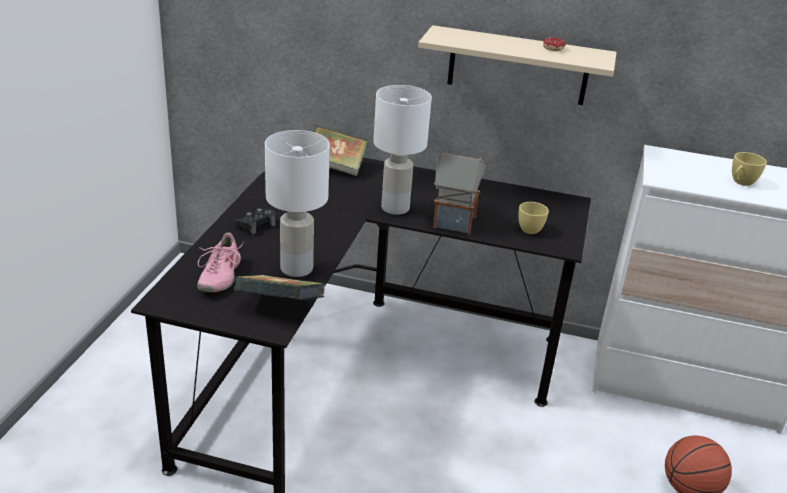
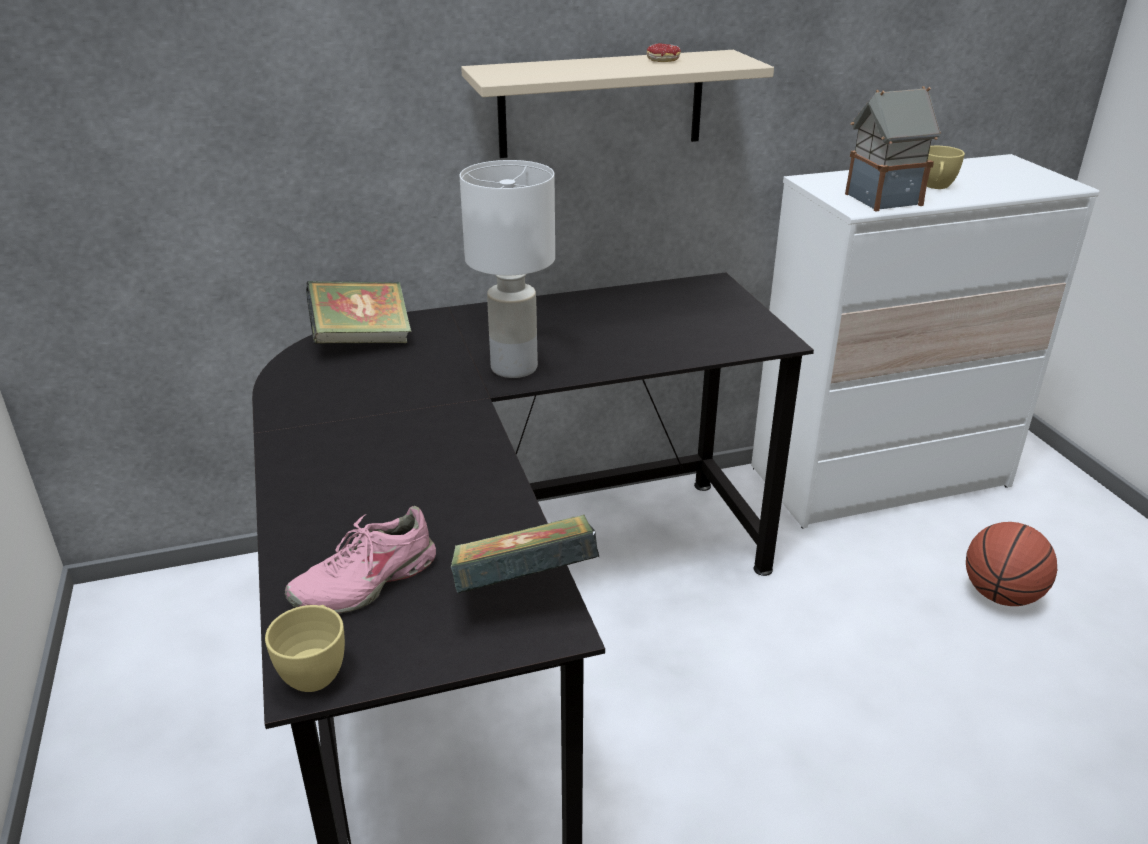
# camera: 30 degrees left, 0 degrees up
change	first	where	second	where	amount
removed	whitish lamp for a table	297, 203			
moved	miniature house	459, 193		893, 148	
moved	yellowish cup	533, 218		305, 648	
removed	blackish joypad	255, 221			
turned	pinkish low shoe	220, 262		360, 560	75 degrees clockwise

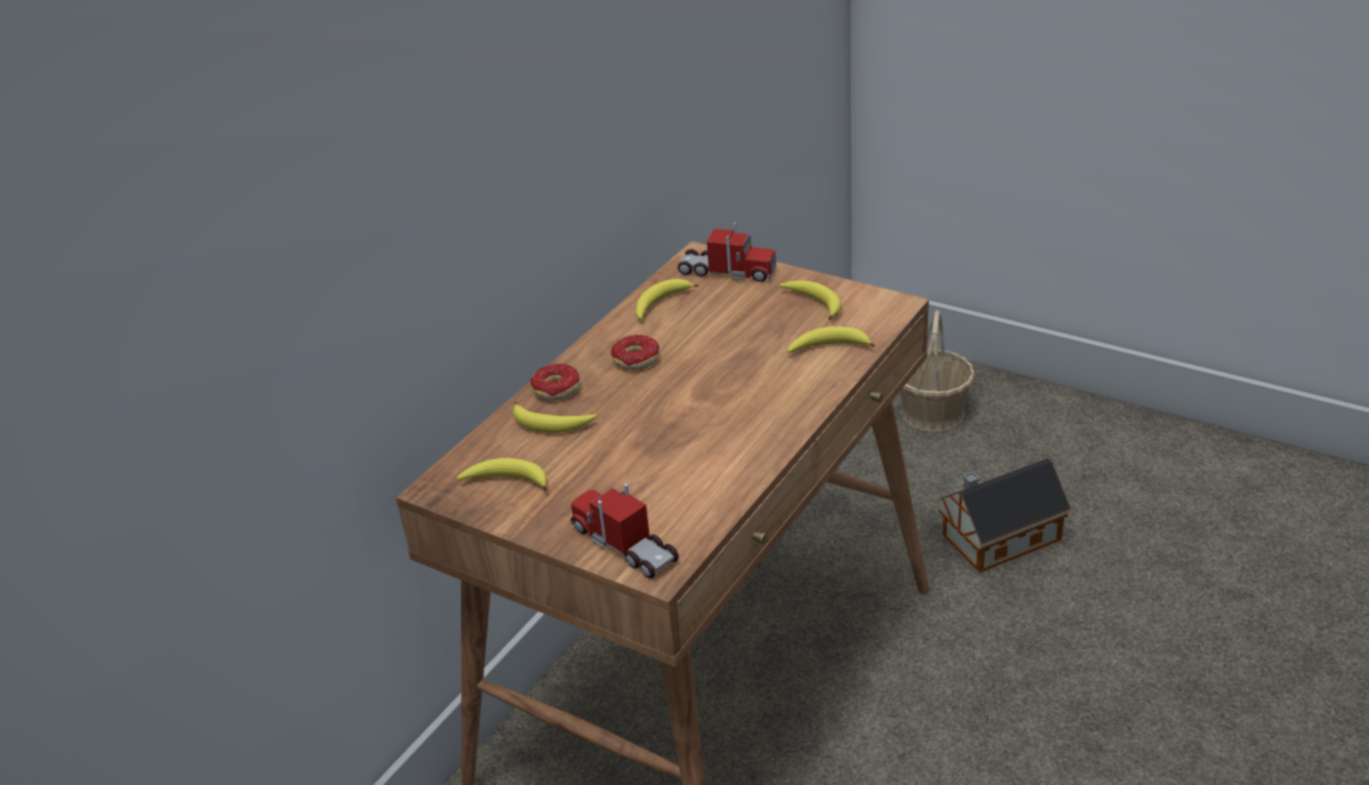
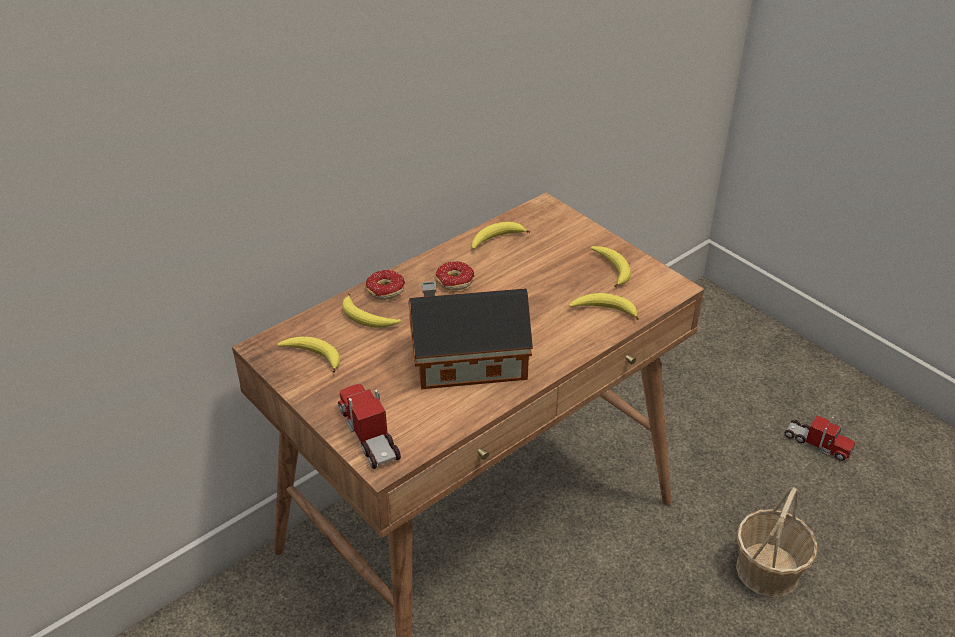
# camera: 15 degrees right, 5 degrees up
change	first	where	second	where	amount
moved	model truck	727, 252		820, 438	
moved	household basket	937, 371		776, 542	
moved	miniature house	1004, 515		470, 335	

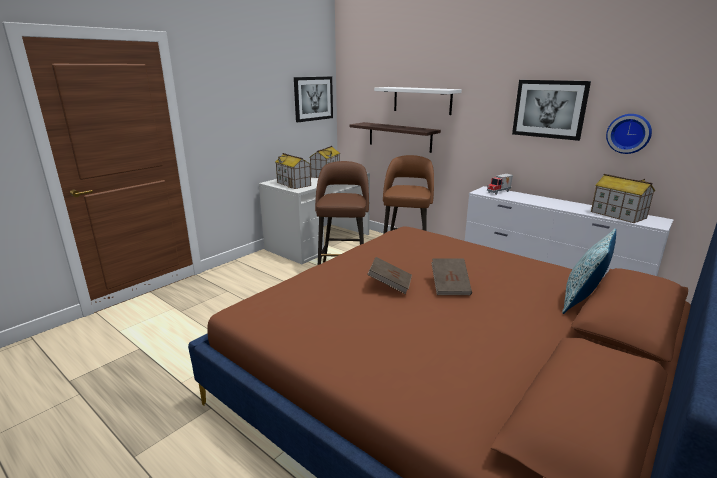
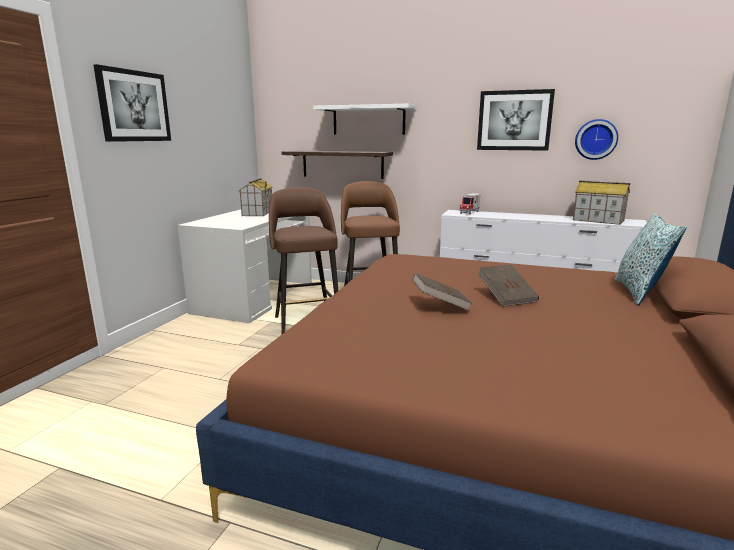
# camera: 20 degrees left, 5 degrees down
change	first	where	second	where	amount
moved	wall art	313, 99		132, 103	
removed	miniature house	293, 171			

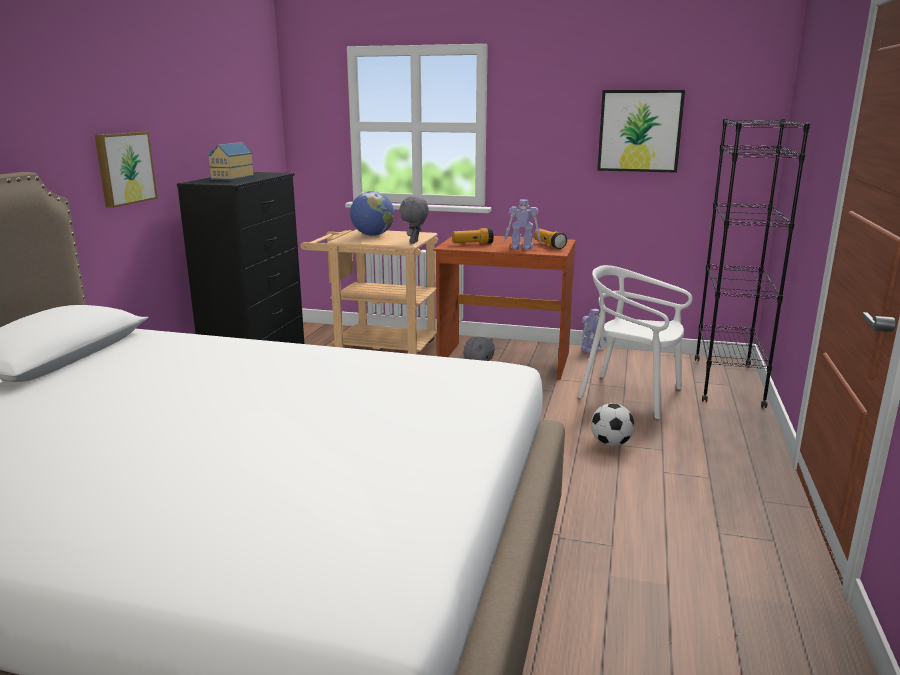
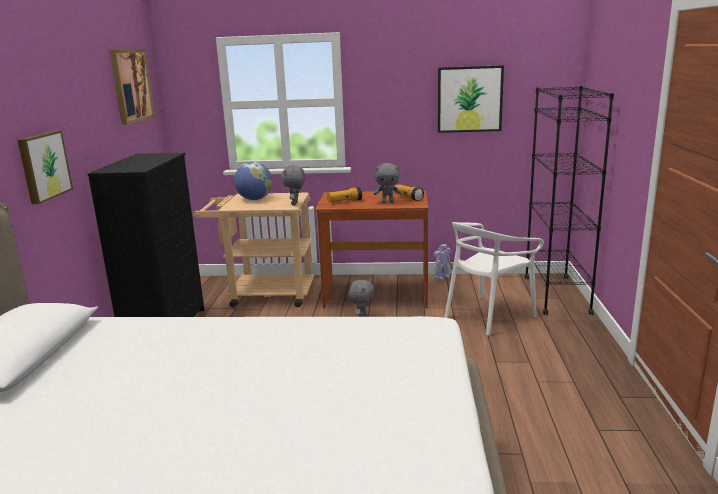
# camera: 10 degrees left, 0 degrees up
change	first	where	second	where	amount
removed	miniature house	231, 161			
replaced	robot figure	522, 225	gray soft toy	388, 183	
turned	whitish upright chair	635, 342		494, 279	60 degrees counterclockwise
removed	football	613, 424			
added			wall art	132, 87	

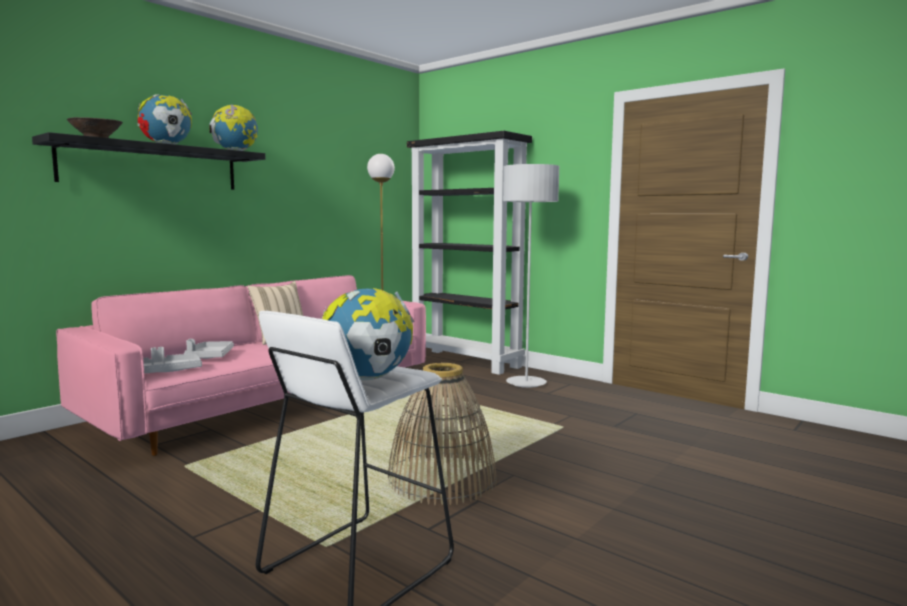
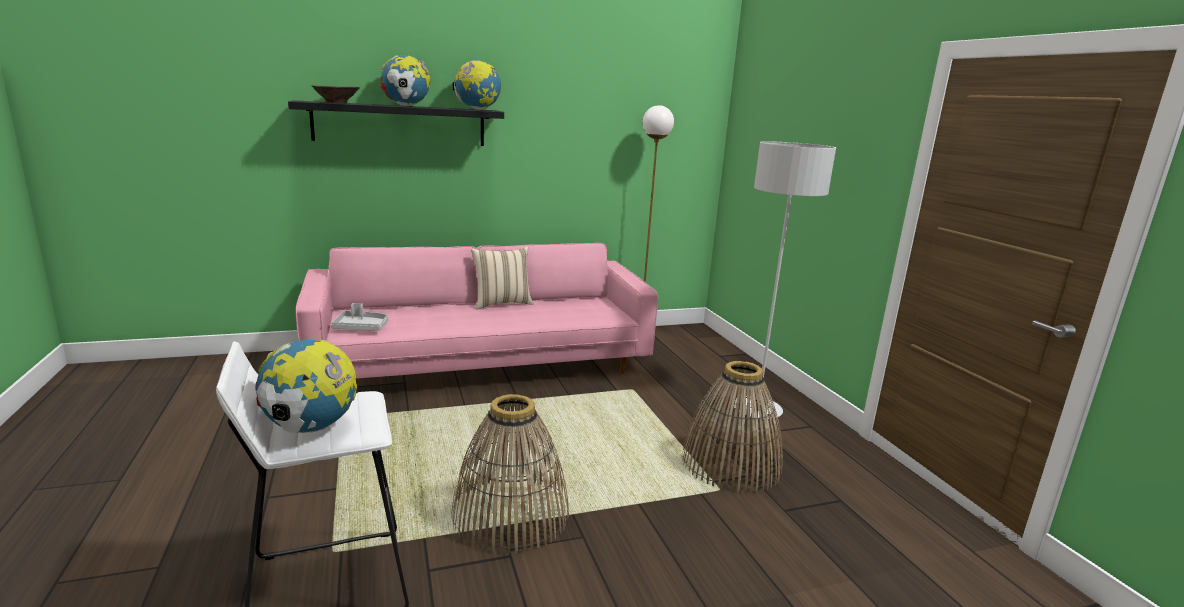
# camera: 30 degrees right, 10 degrees up
change	first	where	second	where	amount
removed	blackish bookshelf	469, 253			
removed	gray carrying tray	209, 349			
added			household basket	732, 427	

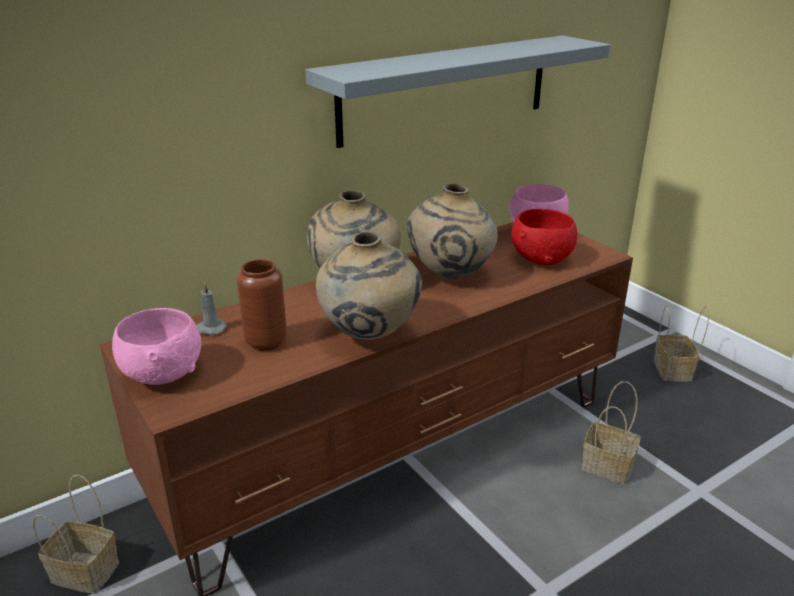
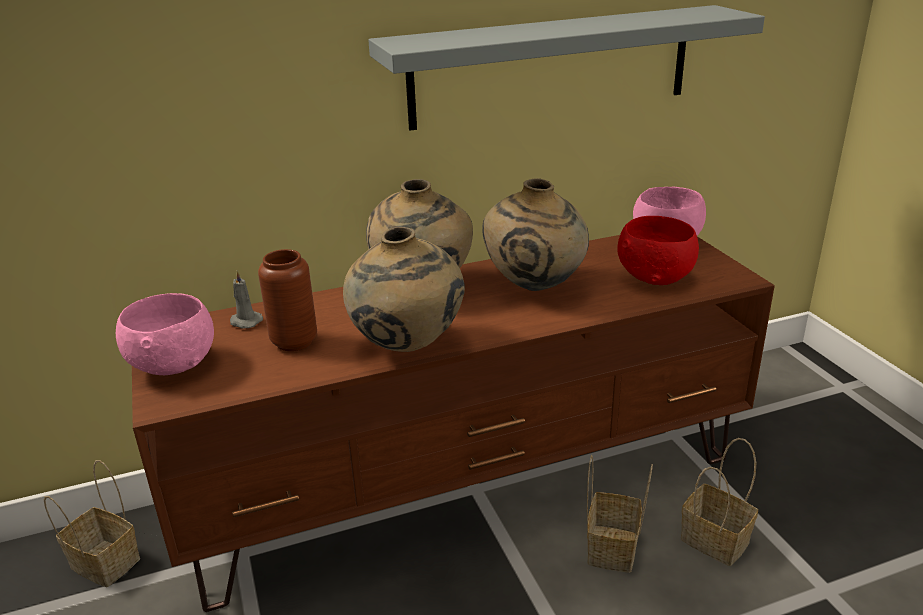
# camera: 15 degrees right, 0 degrees up
change	first	where	second	where	amount
moved	household basket	681, 343		620, 514	

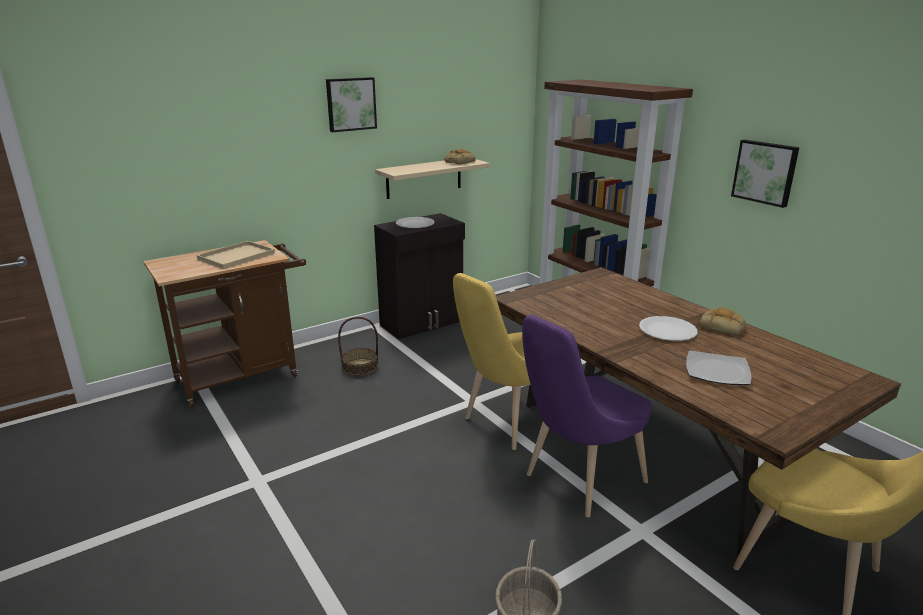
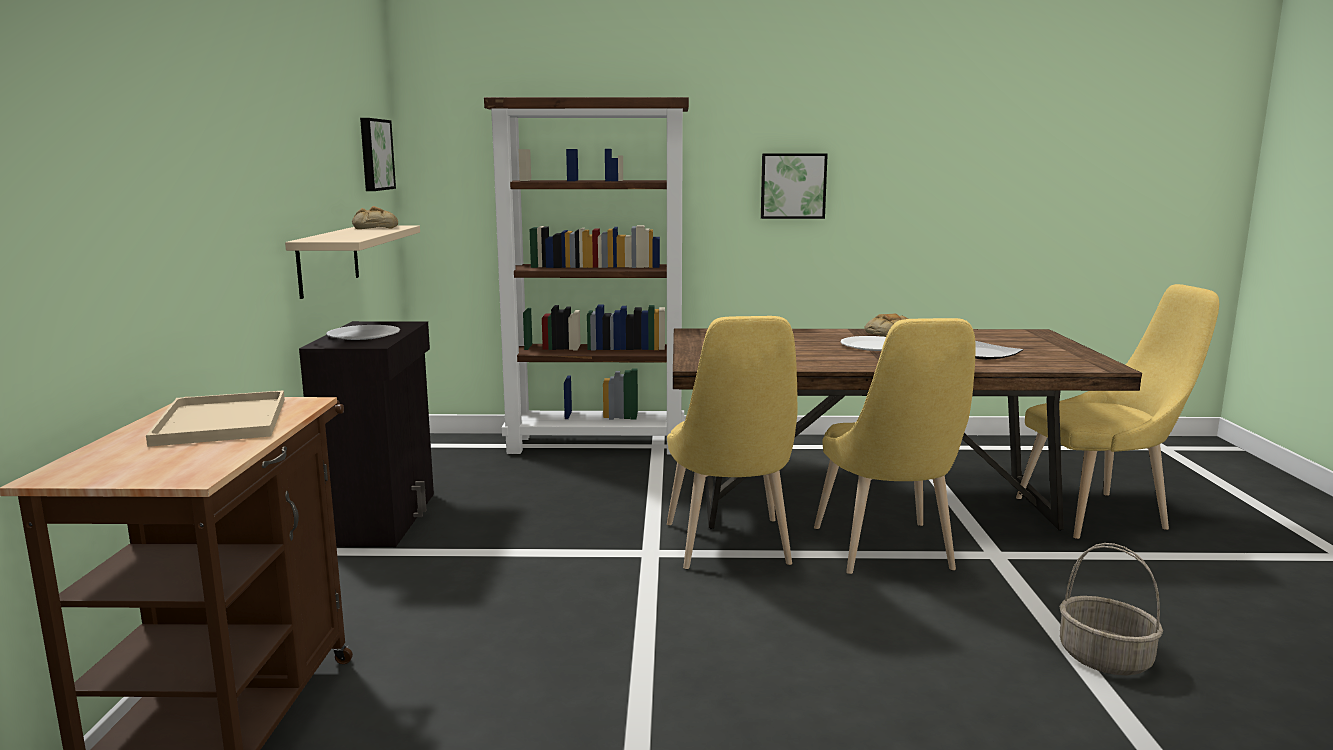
# camera: 55 degrees left, 10 degrees down
change	first	where	second	where	amount
moved	wall art	351, 104		378, 154	
recoloured	purplish upright chair	587, 416	yellowish upright chair	895, 446	
removed	household basket	358, 346			

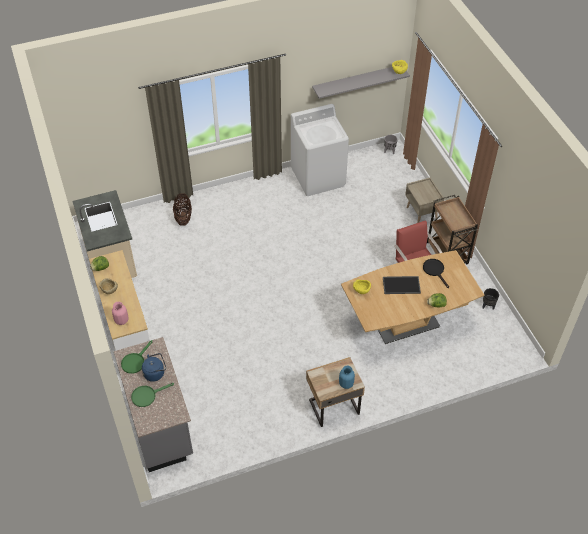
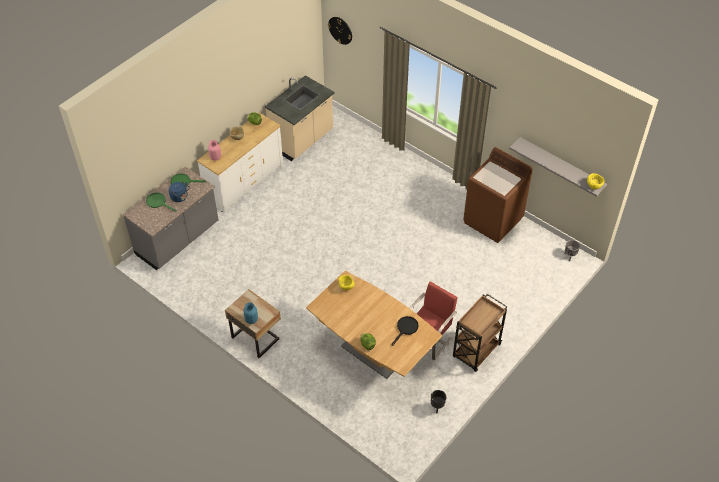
# camera: 60 degrees right, 0 degrees up
change	first	where	second	where	amount
recoloured	whitish laundry machine	320, 150	brown laundry machine	498, 195	
removed	beige nightstand	424, 200			
removed	household basket	182, 210			
removed	carrying tray	402, 285			
added			wall clock	340, 31	

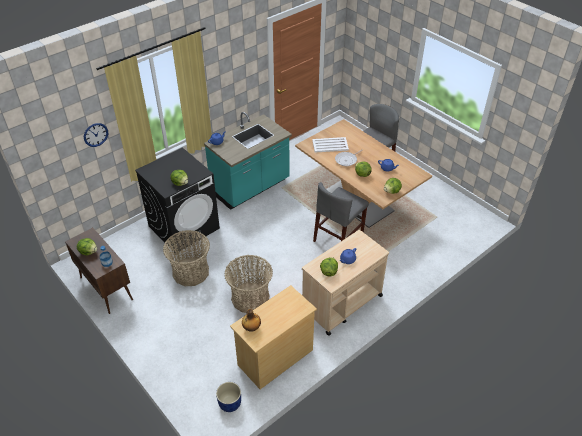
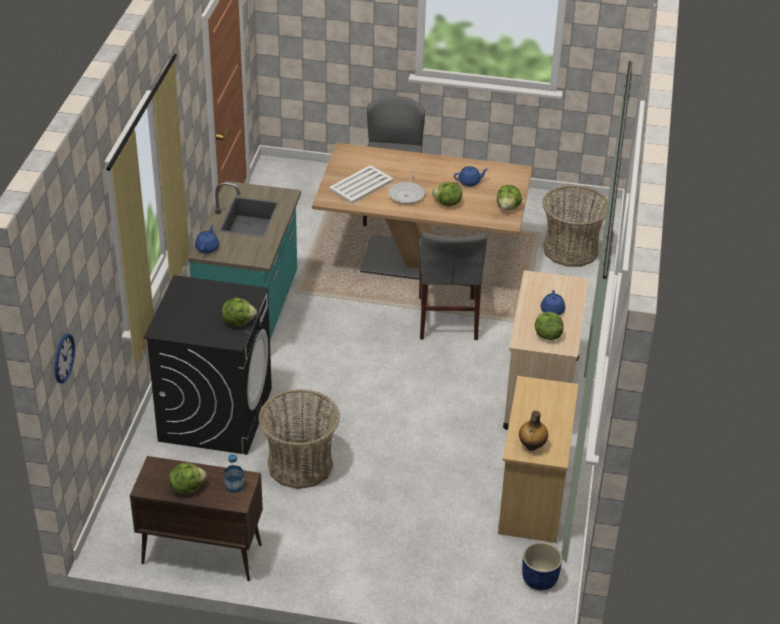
# camera: 40 degrees left, 5 degrees down
change	first	where	second	where	amount
moved	wall clock	96, 135		65, 359	
moved	household basket	248, 284		575, 226	

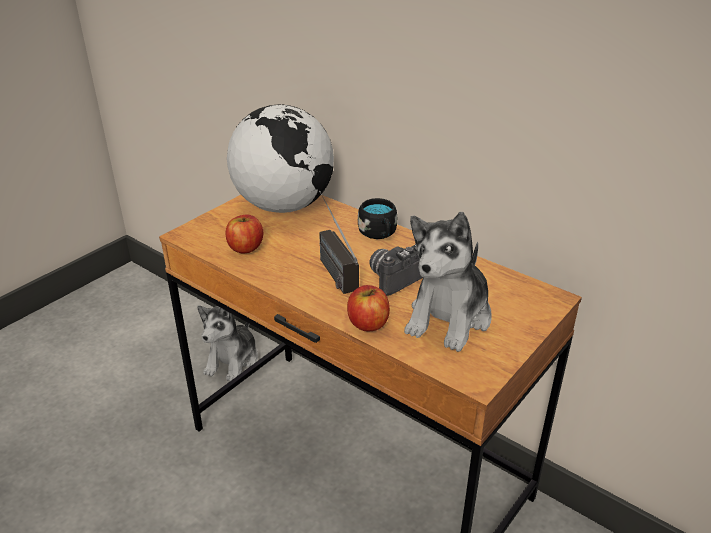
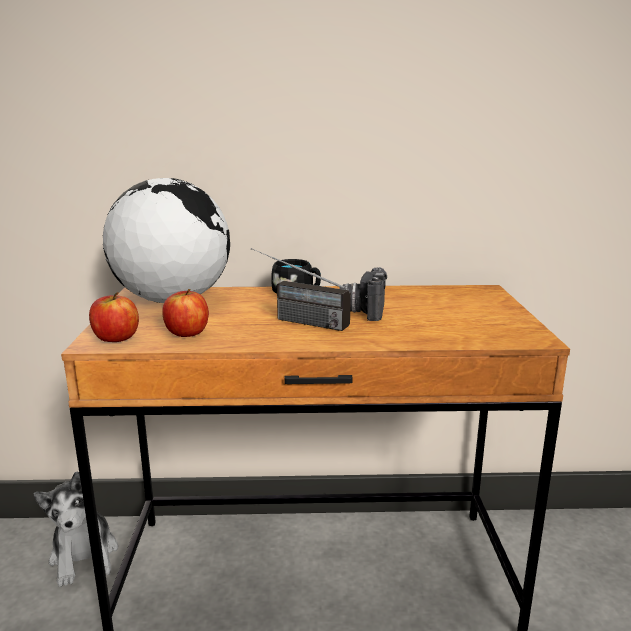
# camera: 40 degrees left, 15 degrees down
change	first	where	second	where	amount
removed	soft toy	448, 282			
moved	whole apple	368, 308		114, 317	

